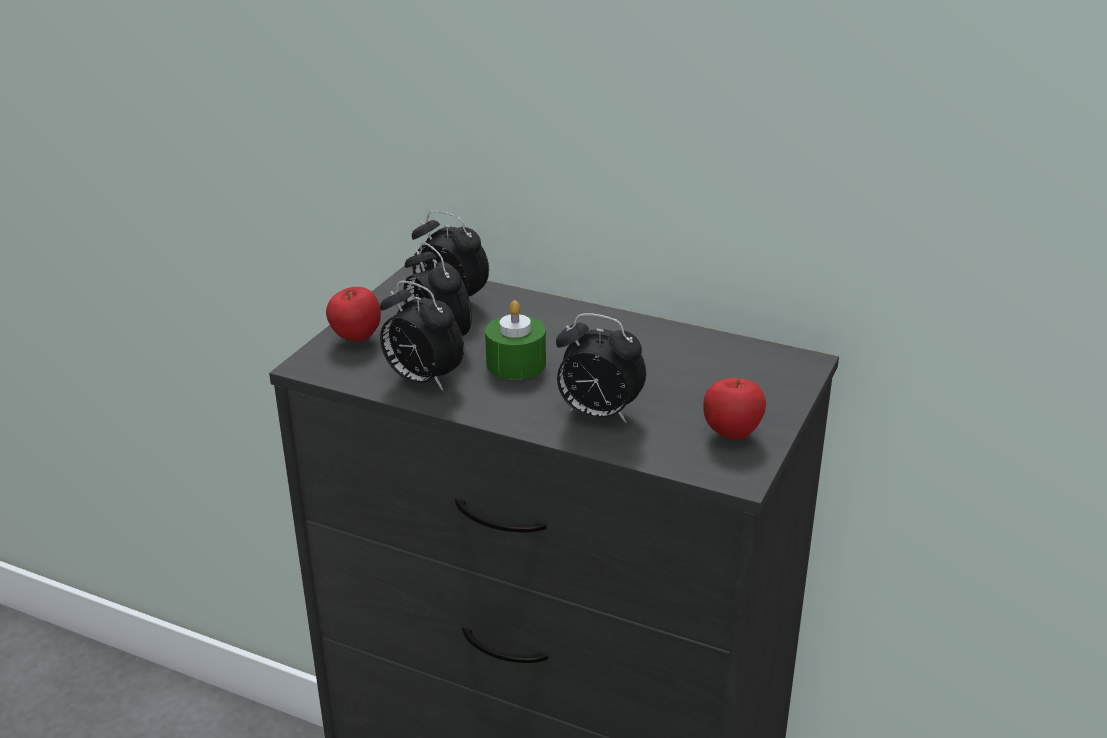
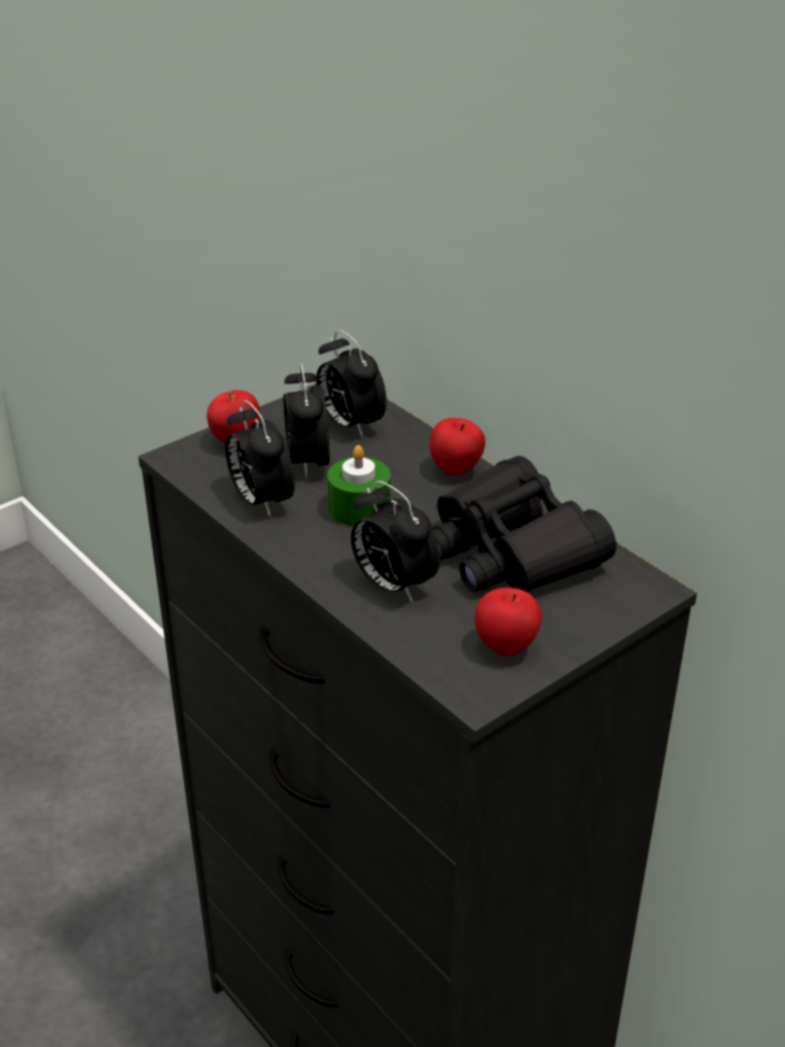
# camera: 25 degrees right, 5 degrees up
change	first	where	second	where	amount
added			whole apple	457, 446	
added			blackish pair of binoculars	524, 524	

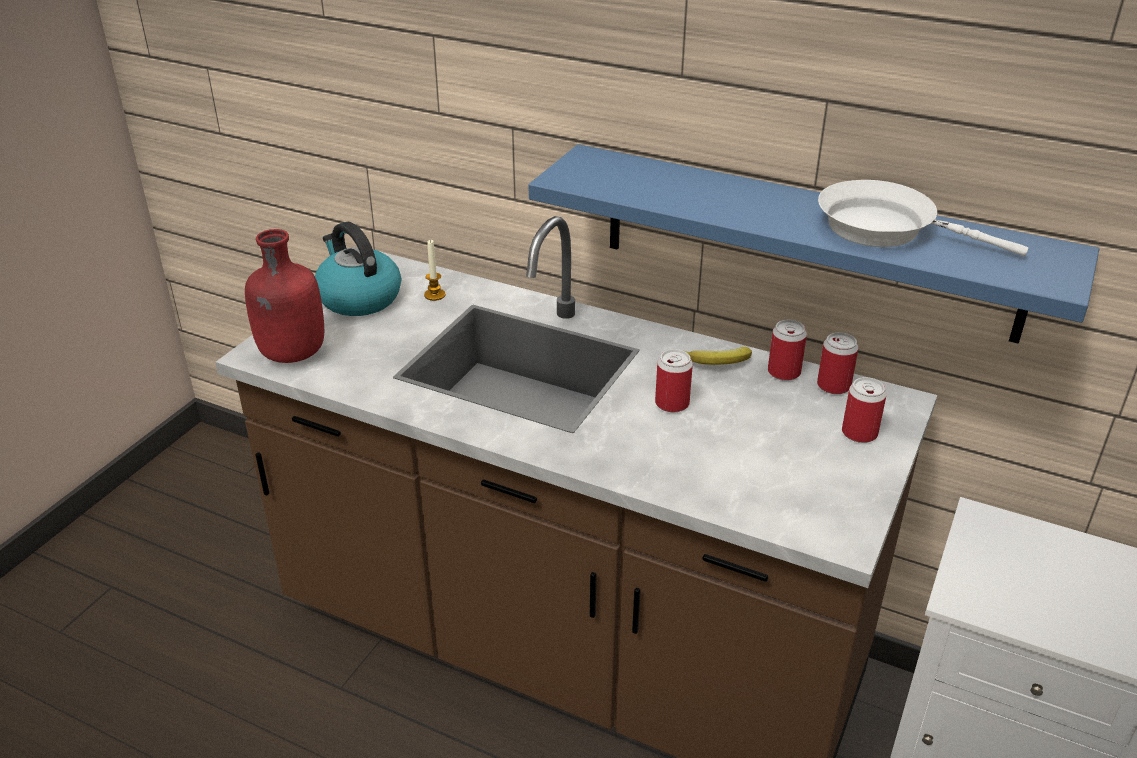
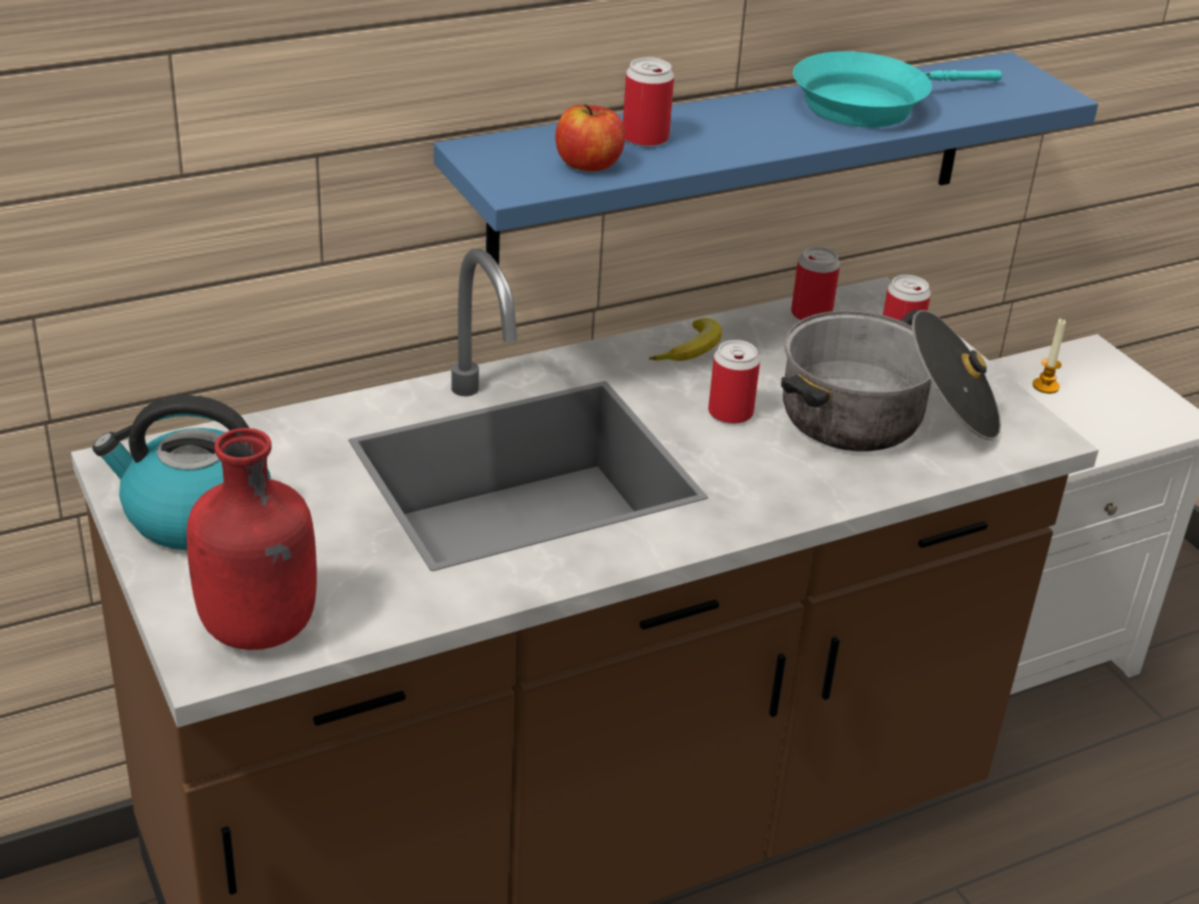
# camera: 55 degrees left, 0 degrees up
change	first	where	second	where	amount
recoloured	whitish pan	923, 218	turquoise-coloured pan	897, 89	
moved	wax candle	435, 270		1049, 356	
moved	sealed can	787, 350		648, 102	
added			whole apple	590, 138	
added			saucepot	891, 381	

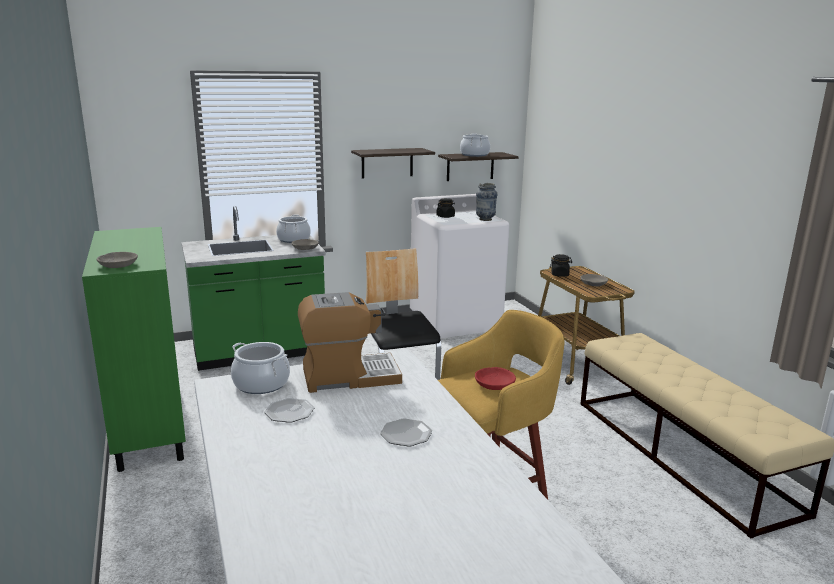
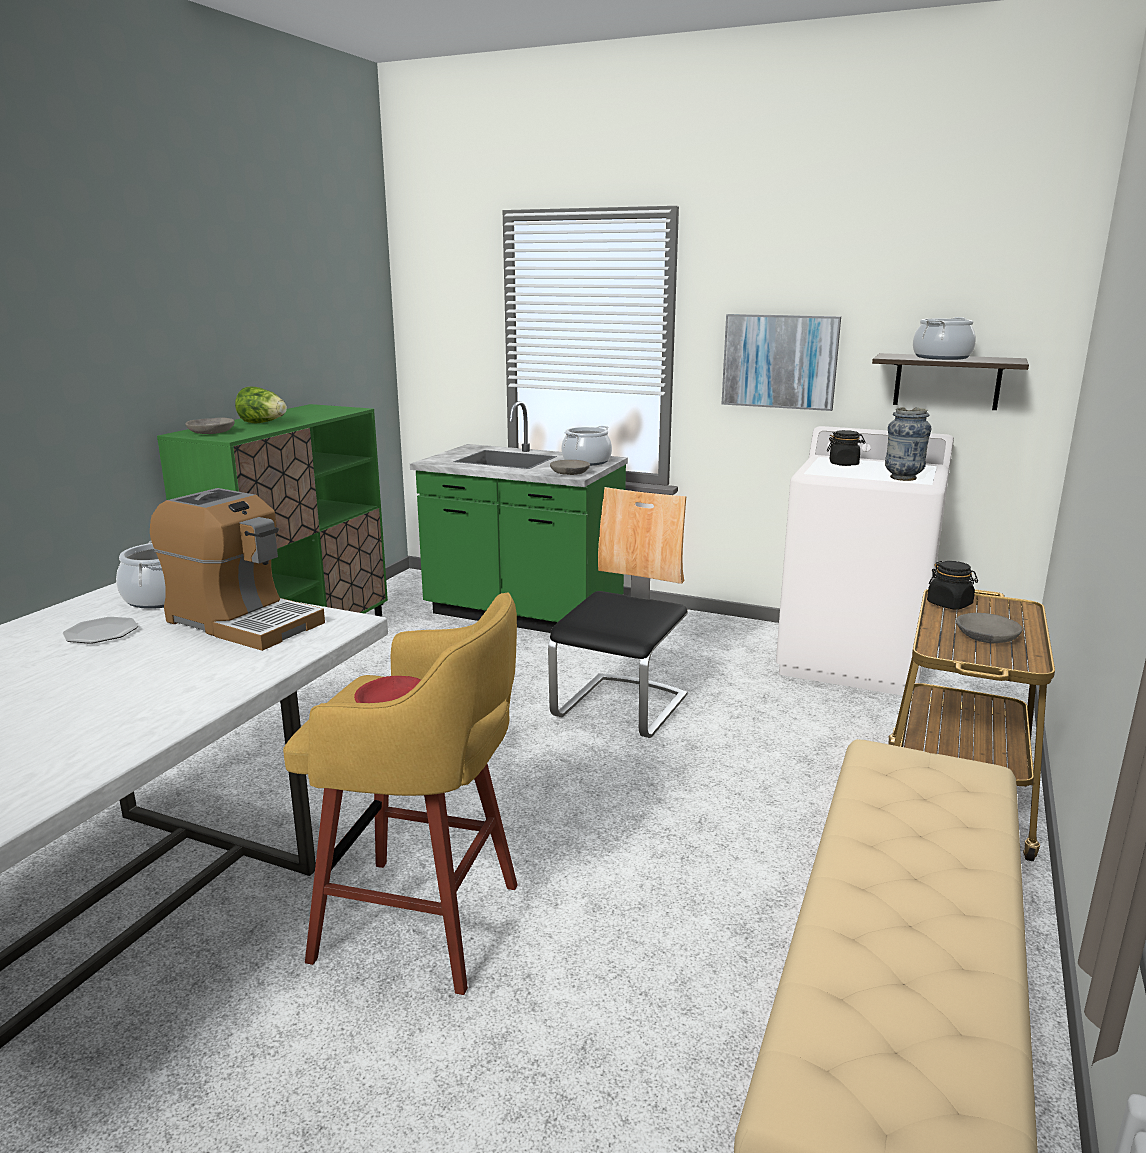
# camera: 45 degrees right, 0 degrees up
change	first	where	second	where	amount
replaced	wall shelf	393, 163	wall art	781, 362	
removed	flat dish	406, 432			
added			lettuce head	261, 405	

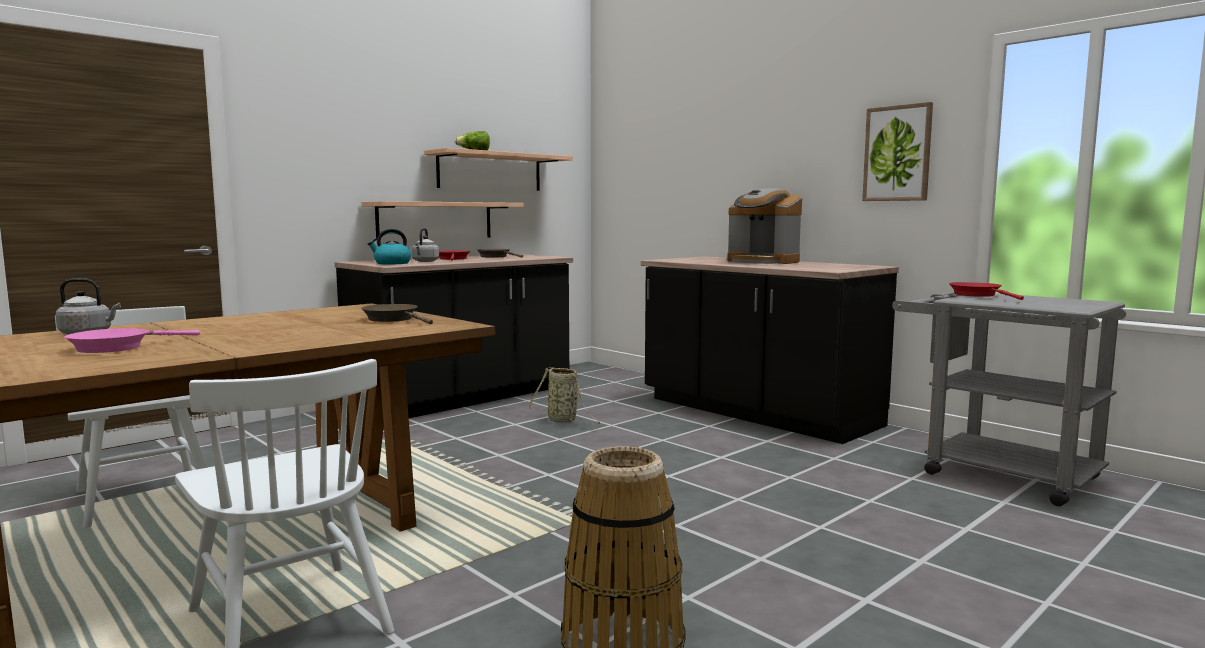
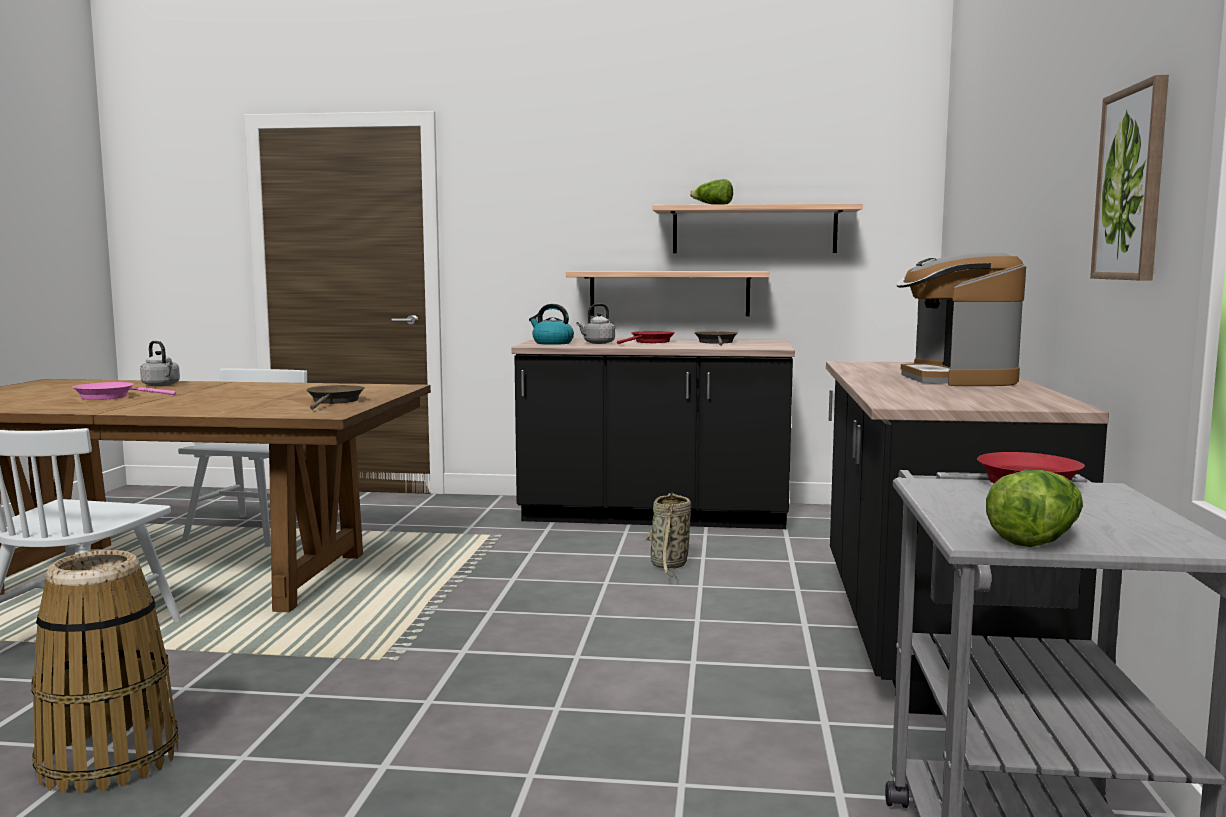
# camera: 50 degrees right, 0 degrees up
change	first	where	second	where	amount
added			lettuce head	1034, 508	

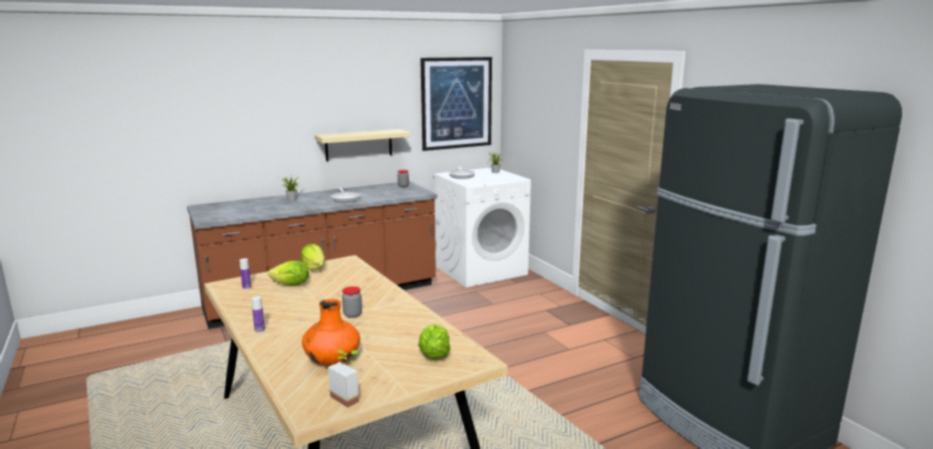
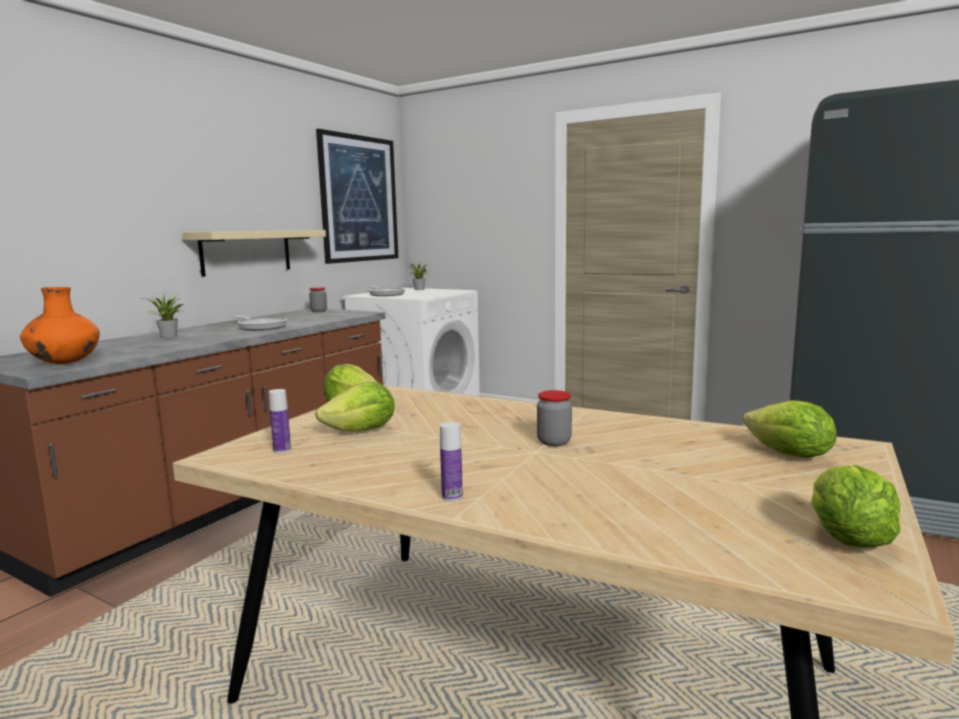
# camera: 30 degrees left, 5 degrees down
change	first	where	second	where	amount
moved	orange flower vase	331, 332		60, 325	
replaced	potted plant	344, 379	lettuce head	856, 506	

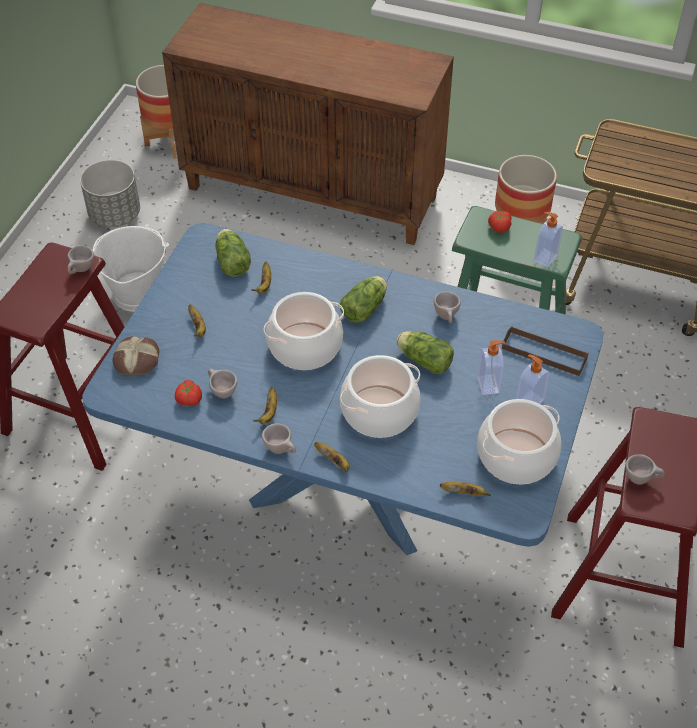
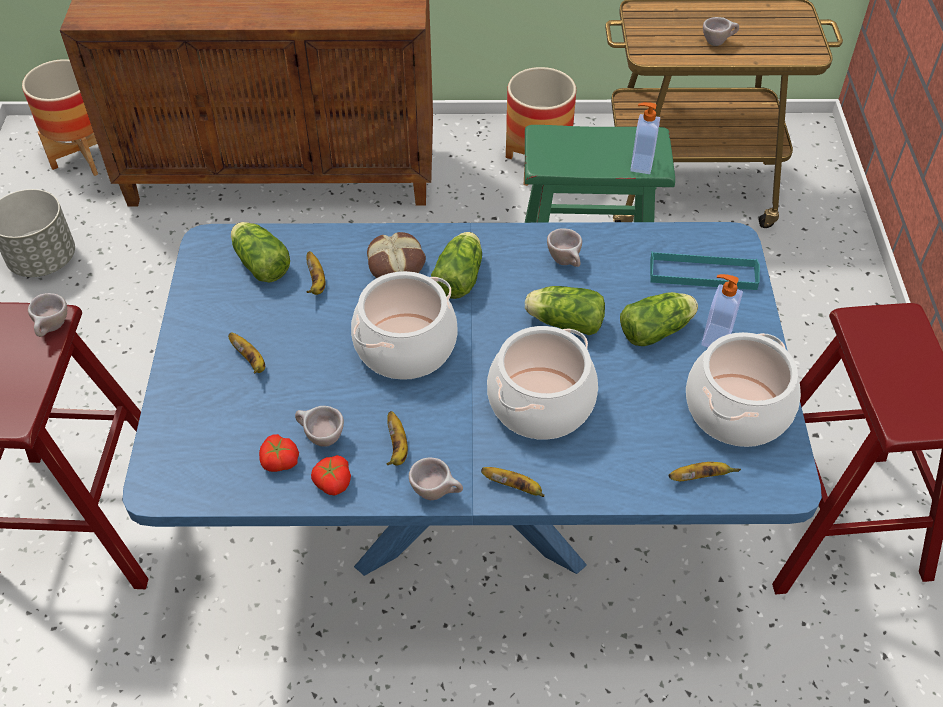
# camera: 20 degrees left, 0 degrees up
change	first	where	second	where	amount
moved	tomato	500, 222		331, 475	
removed	whitish pail	131, 269			
recoloured	brown carrying tray	545, 351	turquoise-coloured carrying tray	705, 270	
moved	bread	136, 355		396, 255	
replaced	soap bottle	491, 367	lettuce head	659, 319	
moved	beige cup	645, 469		721, 31	

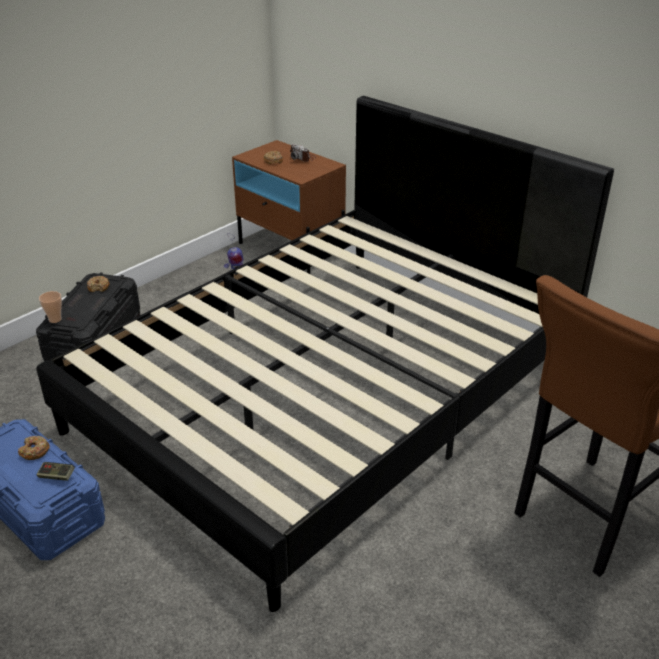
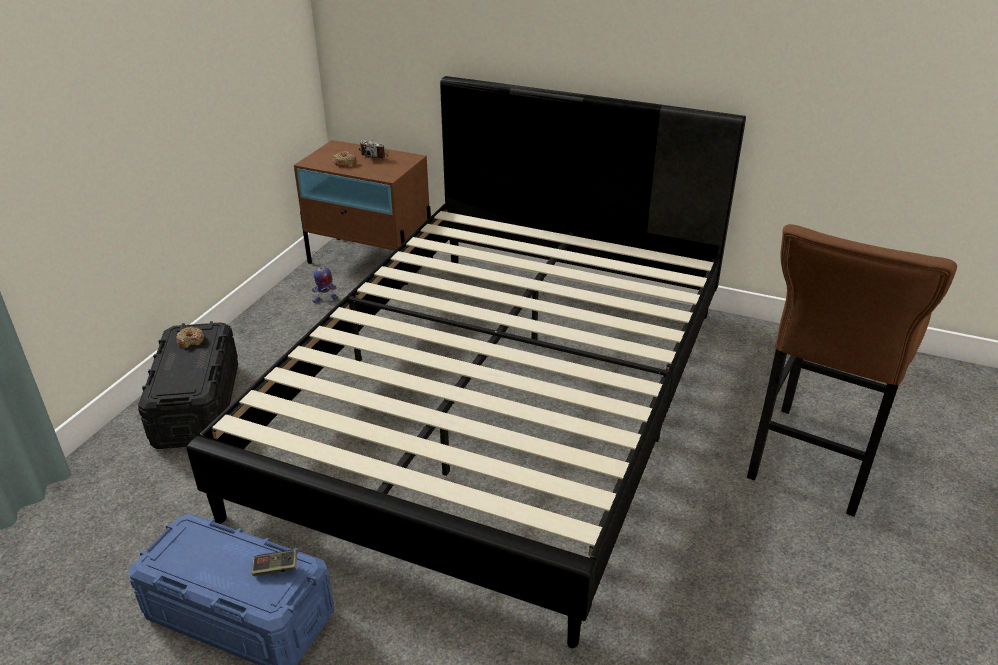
# camera: 20 degrees left, 0 degrees up
change	first	where	second	where	amount
removed	cup	50, 307			
removed	donut	34, 448			

